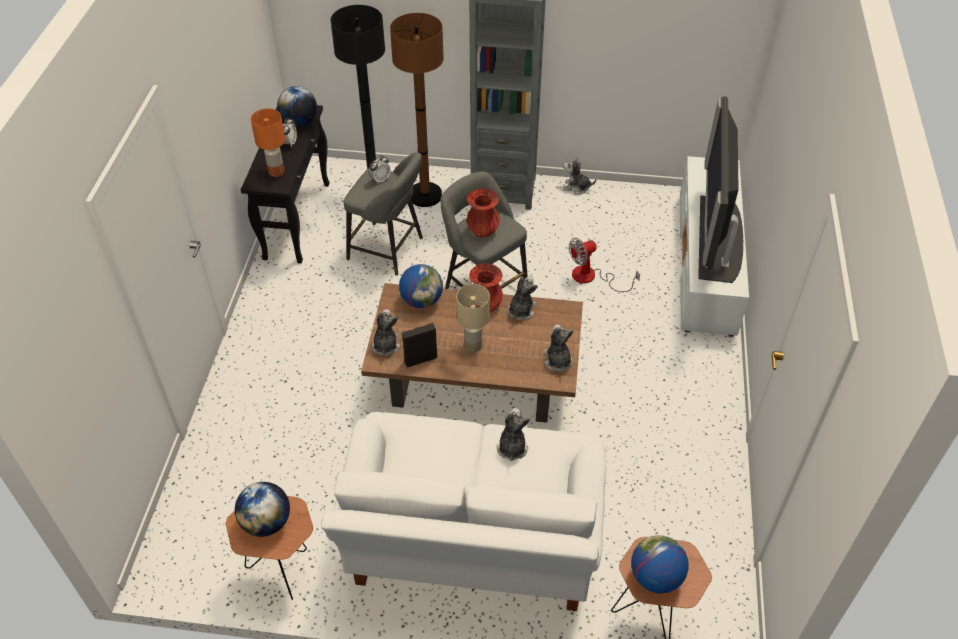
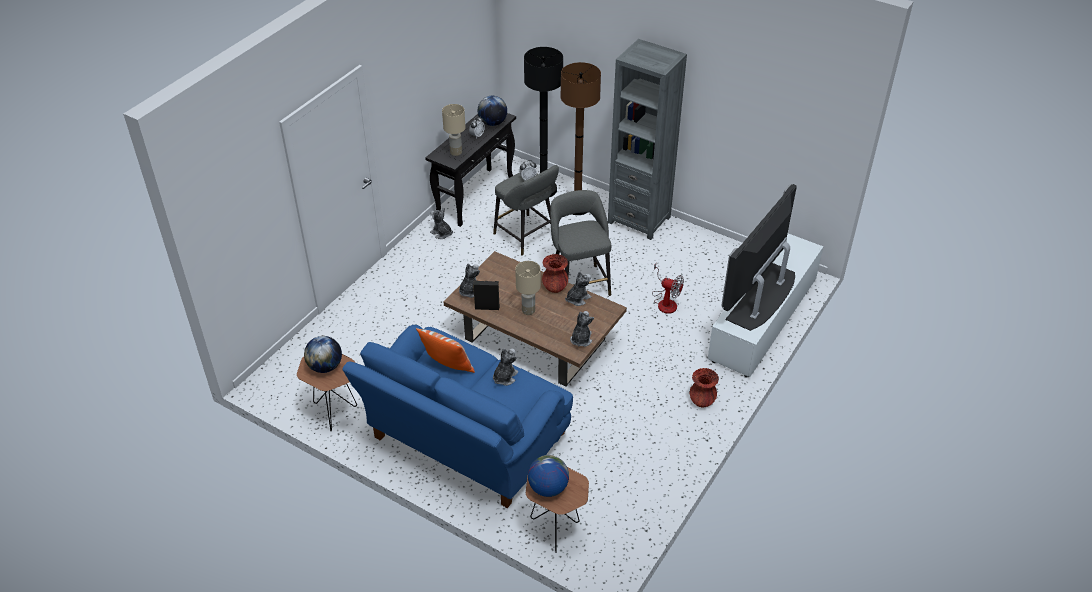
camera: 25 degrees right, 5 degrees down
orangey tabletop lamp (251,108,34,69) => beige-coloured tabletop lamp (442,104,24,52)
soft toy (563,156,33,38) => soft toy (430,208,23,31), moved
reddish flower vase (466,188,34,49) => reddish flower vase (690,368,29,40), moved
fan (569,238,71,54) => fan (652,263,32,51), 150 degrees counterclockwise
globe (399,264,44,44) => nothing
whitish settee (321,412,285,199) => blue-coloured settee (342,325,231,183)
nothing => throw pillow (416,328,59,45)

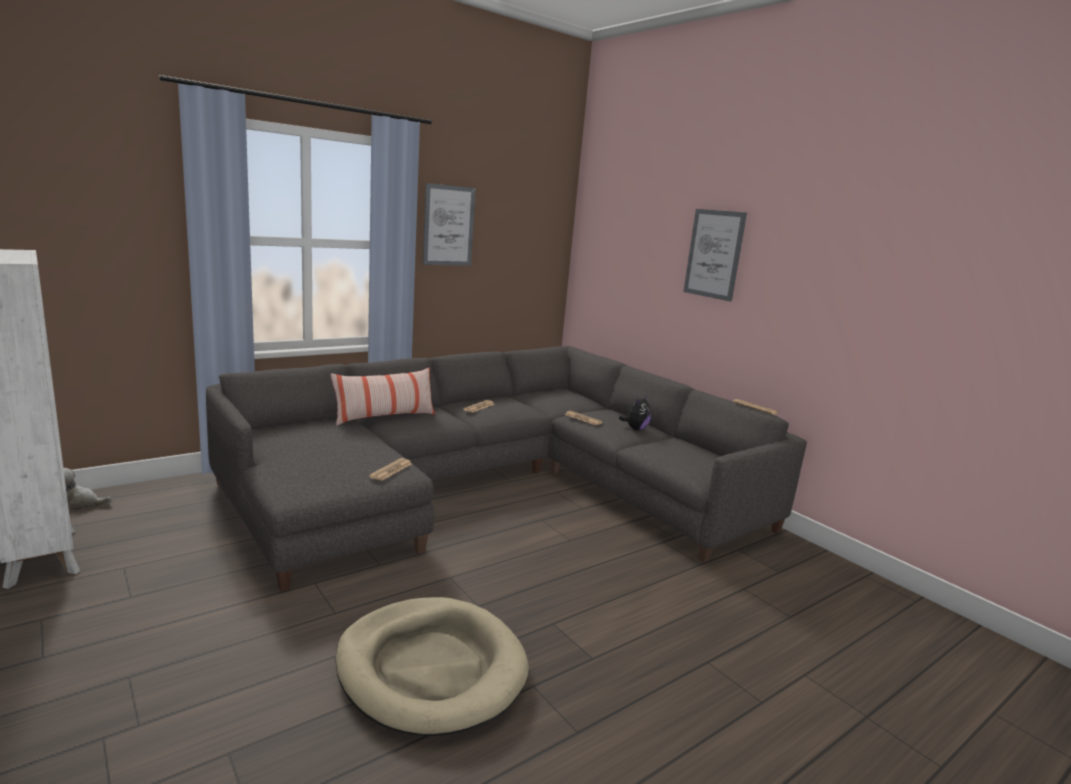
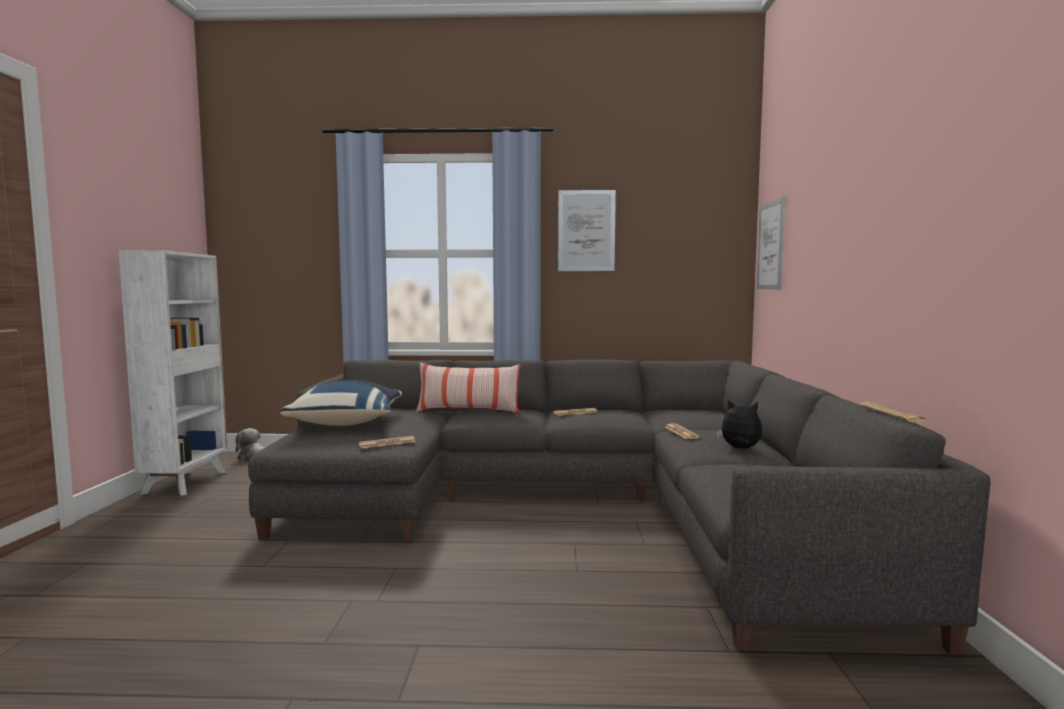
camera: 40 degrees right, 10 degrees down
wall art (683,209,64,93) => wall art (757,197,28,93), moved
soft toy (619,395,32,35) => soft toy (716,399,46,50), 135 degrees counterclockwise
beige-coloured pet bed (335,597,194,140) => nothing
nothing => blue-coloured throw pillow (280,380,122,46)

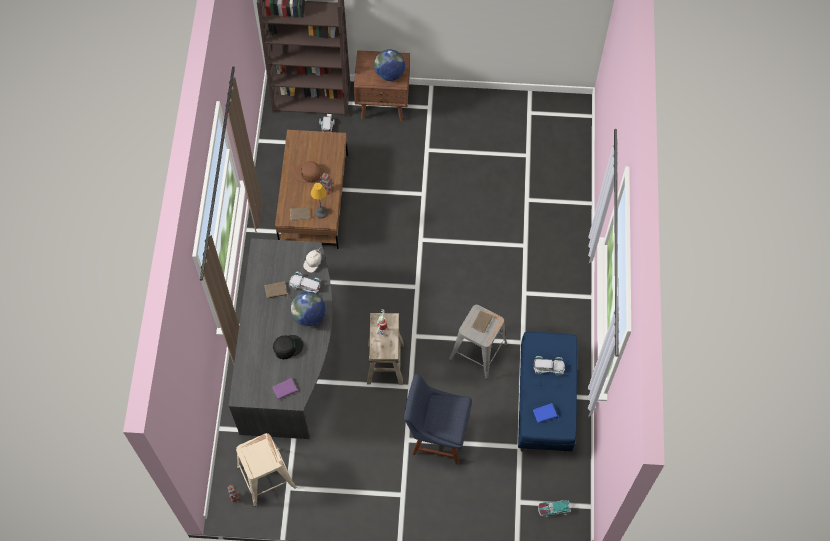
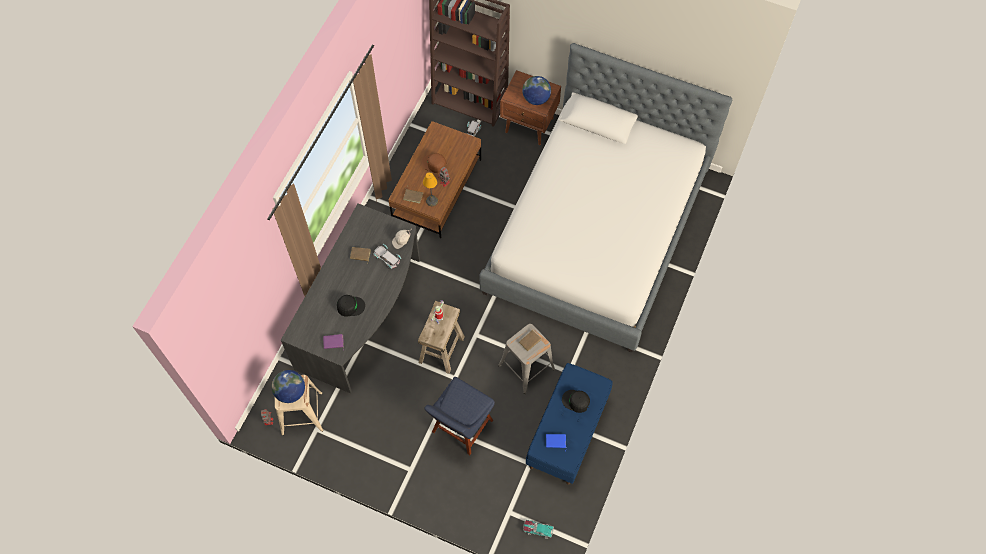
camera: 20 degrees right, 0 degrees up
globe (291,292,35,35) => globe (272,370,33,33), moved
whitish miniature car (533,356,32,20) => blackish peaked cap (562,390,28,23)
blue-coloured chair (404,374,68,91) => blue-coloured chair (424,377,71,78), 90 degrees counterclockwise
nothing => bedroom bed (479,43,253,310)

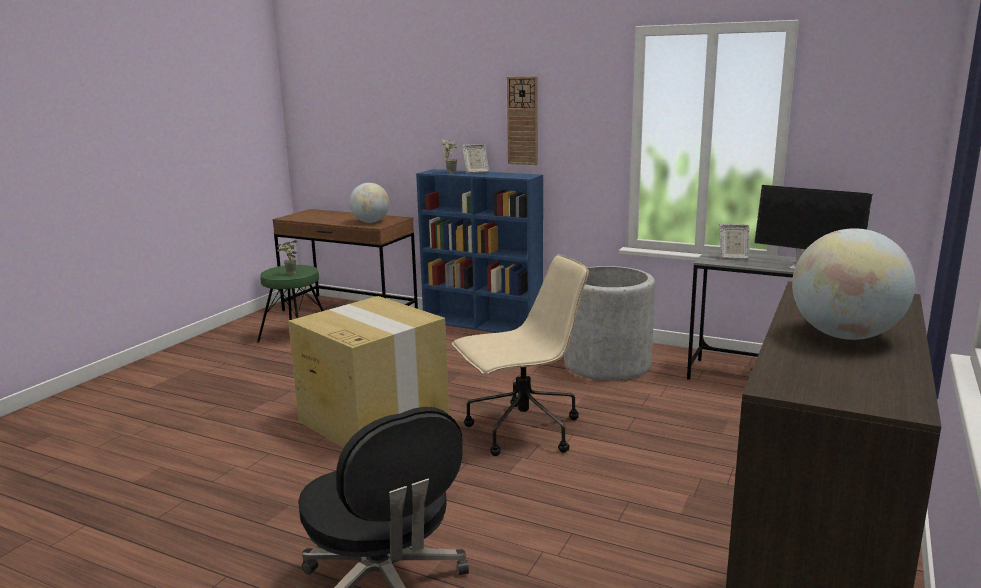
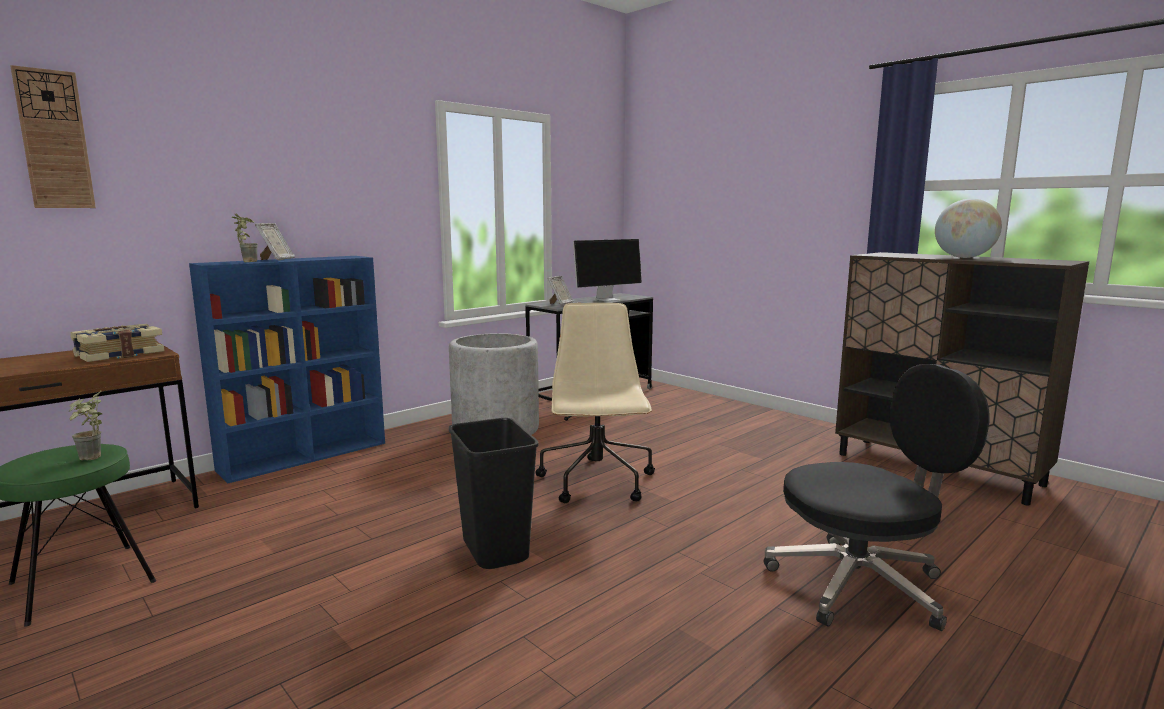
camera: 70 degrees left, 5 degrees down
clock on the wall (507,76,31,89) => clock on the wall (11,65,85,143), moved
globe (349,183,40,40) => bound book (70,324,95,38)
cardboard box (288,296,161,152) => blackish rubbish bin (449,418,90,151)

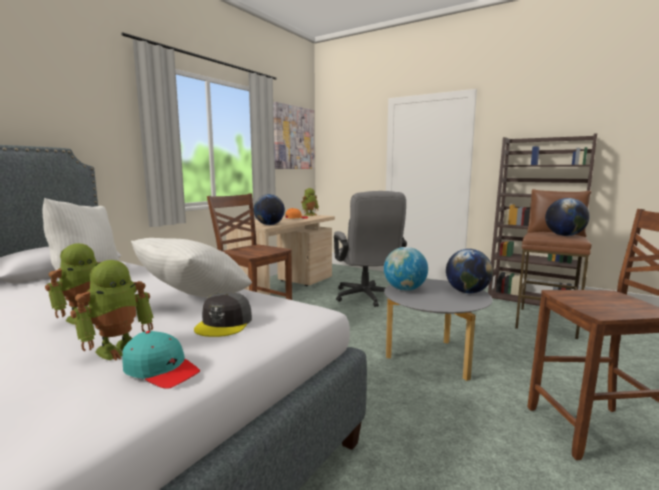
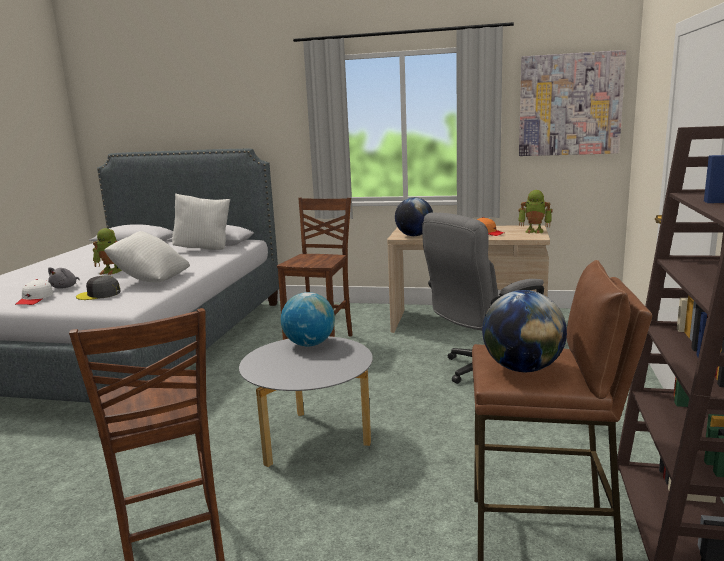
camera: 70 degrees right, 5 degrees up
globe (446,249,47,44) => nothing
robot figure (71,260,82,100) => grey soft toy (48,267,32,22)
blue-green peaked cap (122,331,78,58) => whitish peaked cap (15,279,38,26)

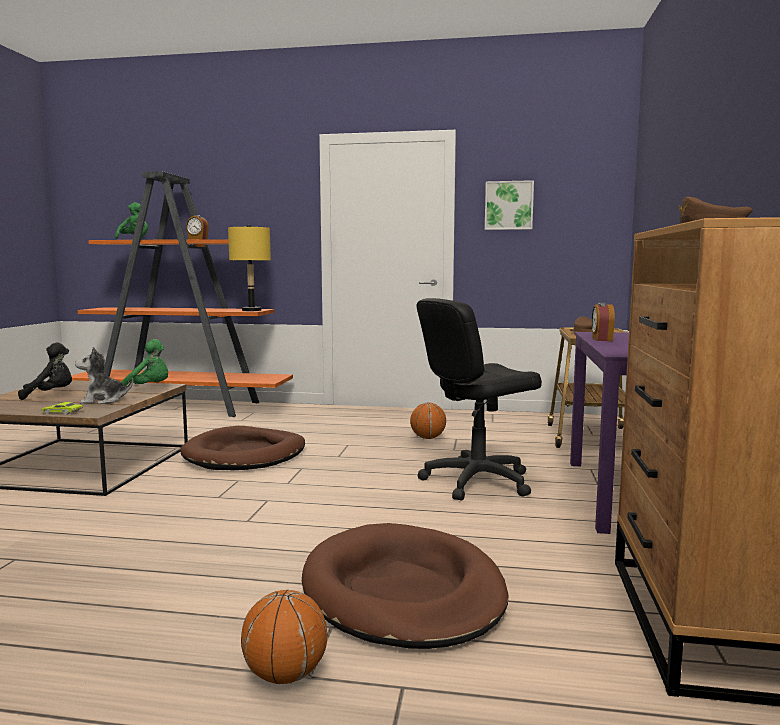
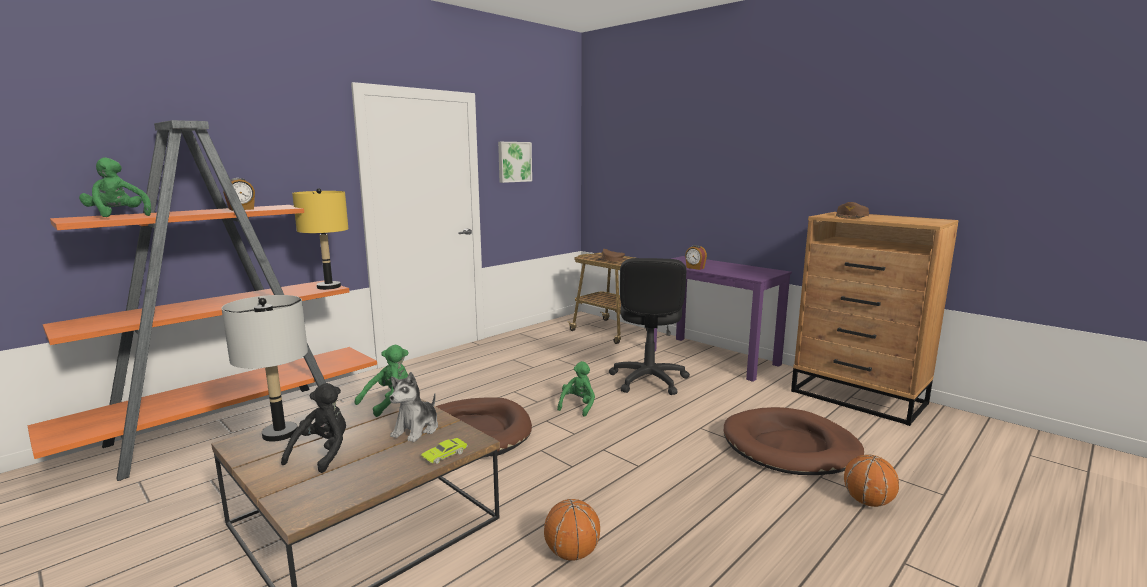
camera: 55 degrees left, 5 degrees up
basketball (410,403,36,36) => basketball (544,499,56,62), moved
nothing => grey tabletop lamp (221,295,87,147)
nothing => greenish soft toy (557,361,38,56)

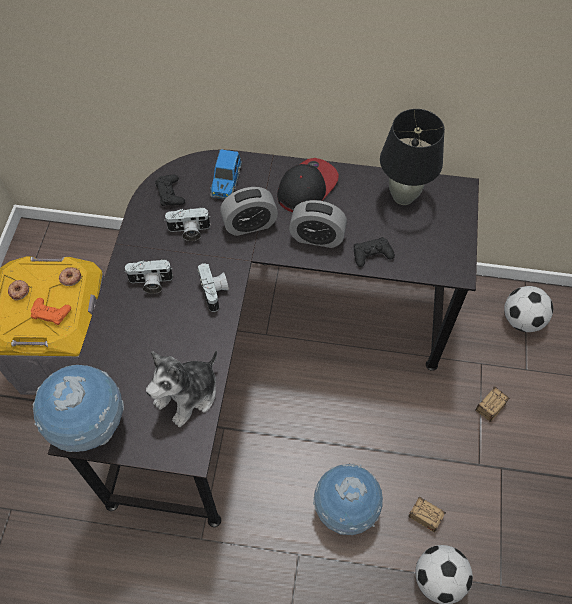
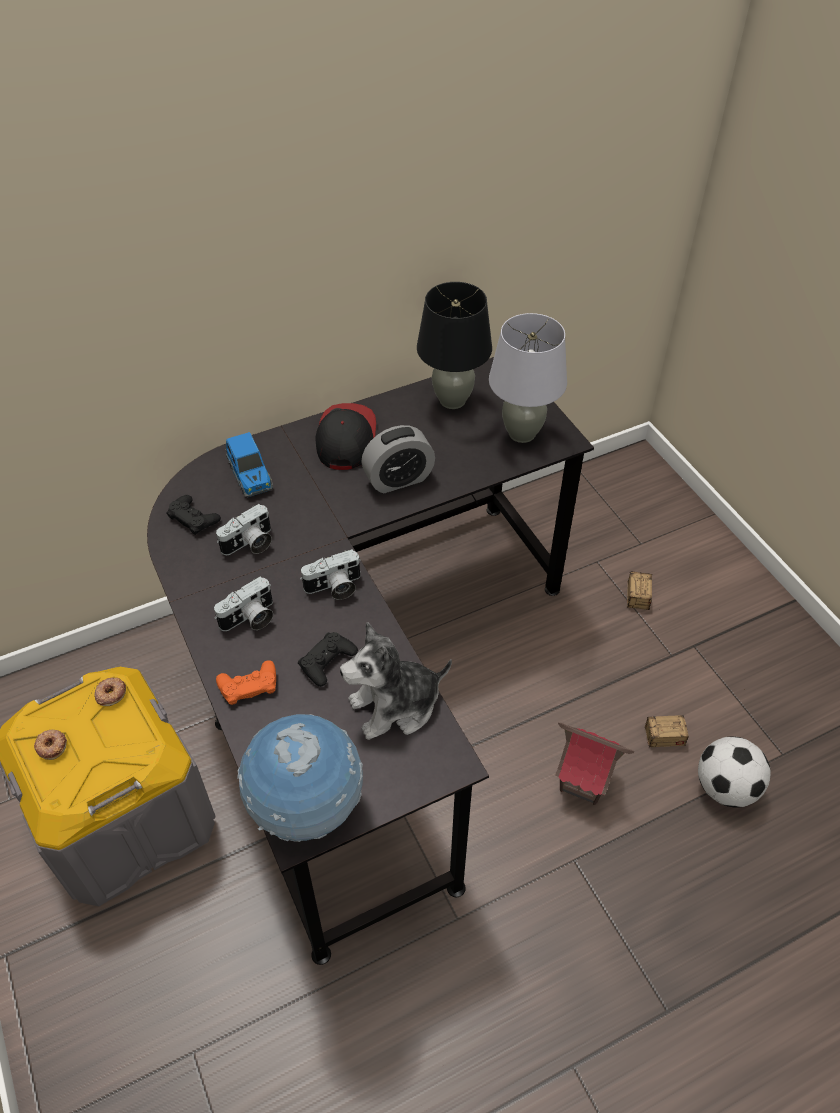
camera: 35 degrees left, 10 degrees down
bedside clock (220,187,58,49) => nothing
blackish game controller (354,237,41,30) => blackish game controller (298,632,60,55), moved
still camera (197,263,32,49) => still camera (300,549,61,51), 120 degrees clockwise
ball for football (504,286,49,46) => nothing
orangey game controller (31,298,40,27) => orangey game controller (216,660,60,45), moved
soft toy (146,350,71,77) => soft toy (340,622,112,118), 60 degrees clockwise
globe (313,464,70,71) => miniature house (555,722,79,83)
nothing => grey tabletop lamp (489,313,78,130)

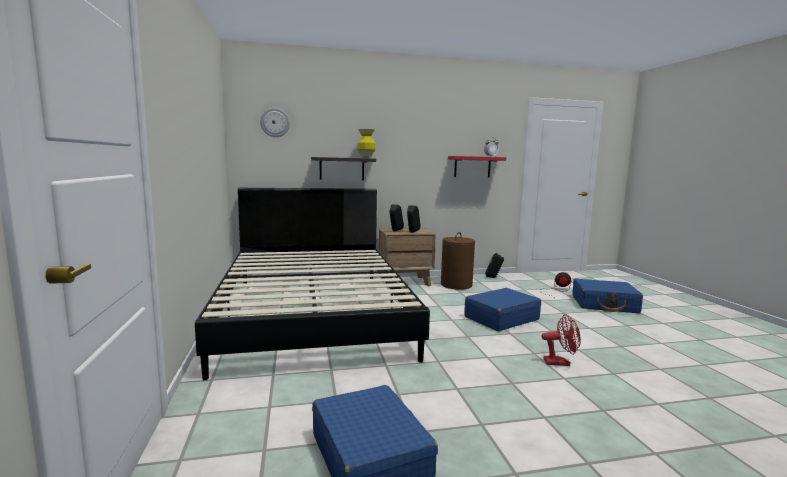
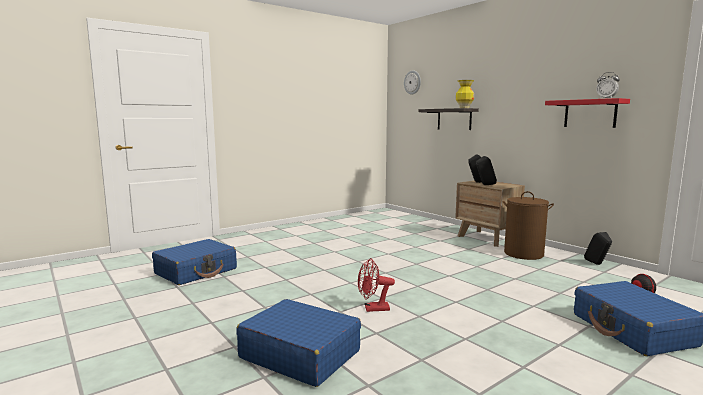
camera: 65 degrees right, 0 degrees up
blackish bedroom bed (195,188,235,192) => nothing
blue-coloured suitcase (464,288,77,43) => blue-coloured suitcase (236,299,125,88), moved
reddish fan (541,314,40,52) => reddish fan (358,258,37,54), 105 degrees clockwise

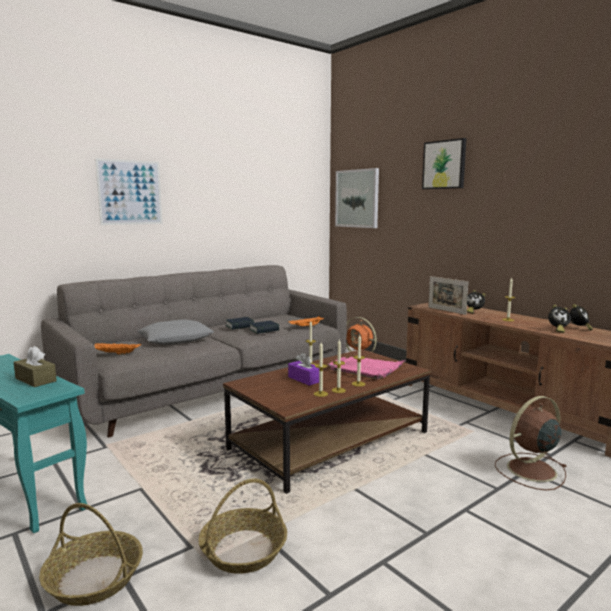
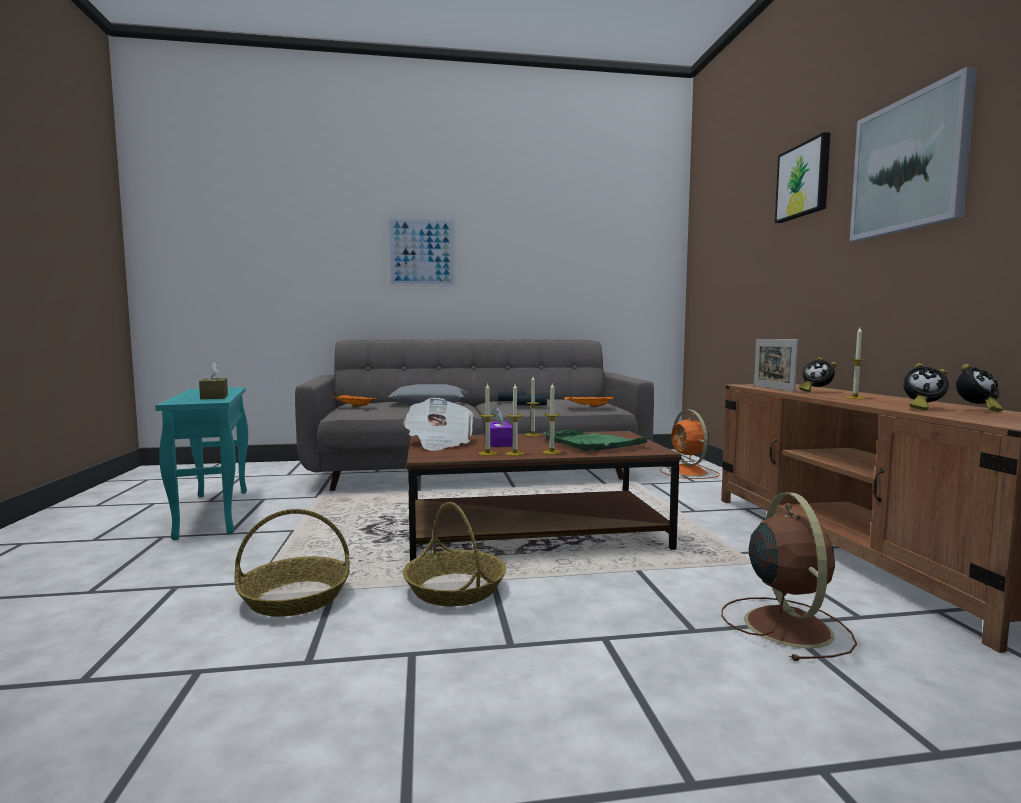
camera: 30 degrees right, 5 degrees down
wall art (335,168,44,60) => wall art (850,67,127,174), moved
pink-coloured serving tray (328,357,77,22) => greenish serving tray (543,430,109,21)
brown fan (495,396,72,94) => brown fan (722,492,135,169), 90 degrees clockwise
storage basket (39,503,104,103) => storage basket (403,502,103,104), moved
nothing => daily paper (403,398,70,53)

